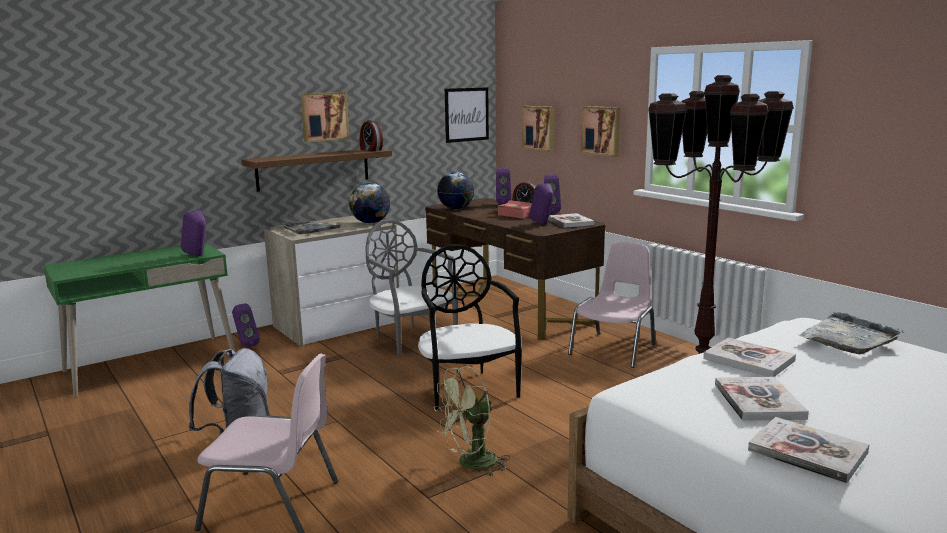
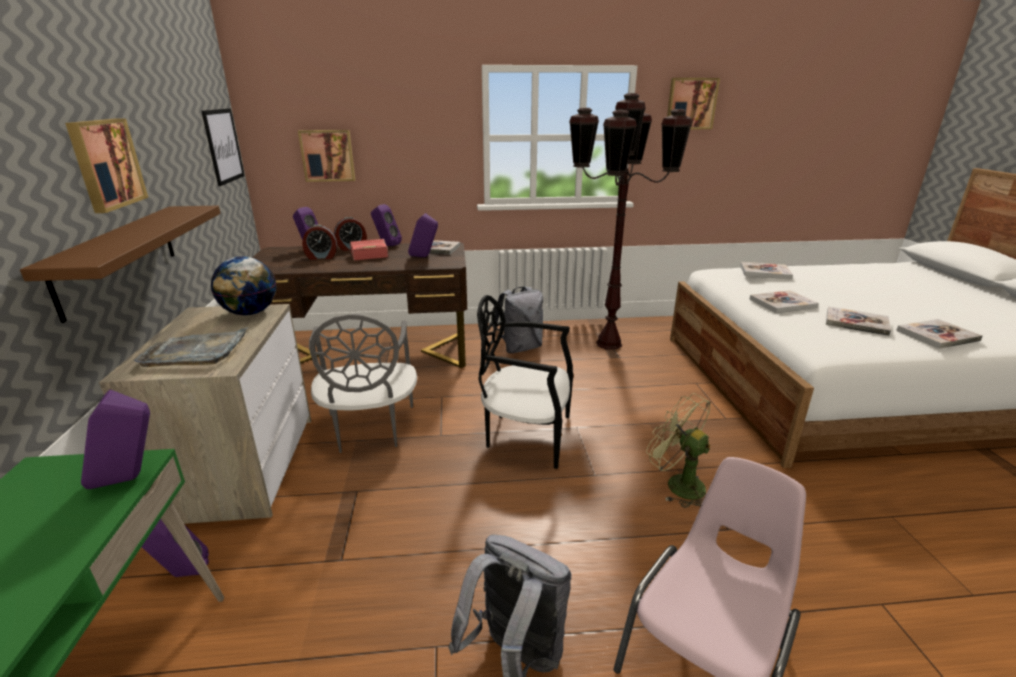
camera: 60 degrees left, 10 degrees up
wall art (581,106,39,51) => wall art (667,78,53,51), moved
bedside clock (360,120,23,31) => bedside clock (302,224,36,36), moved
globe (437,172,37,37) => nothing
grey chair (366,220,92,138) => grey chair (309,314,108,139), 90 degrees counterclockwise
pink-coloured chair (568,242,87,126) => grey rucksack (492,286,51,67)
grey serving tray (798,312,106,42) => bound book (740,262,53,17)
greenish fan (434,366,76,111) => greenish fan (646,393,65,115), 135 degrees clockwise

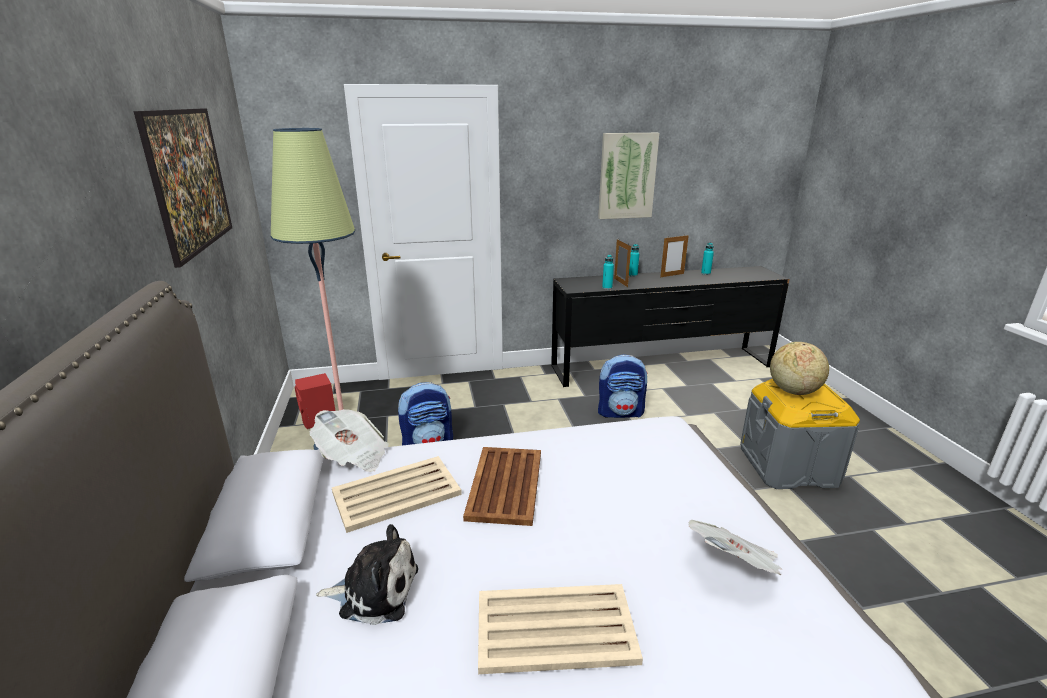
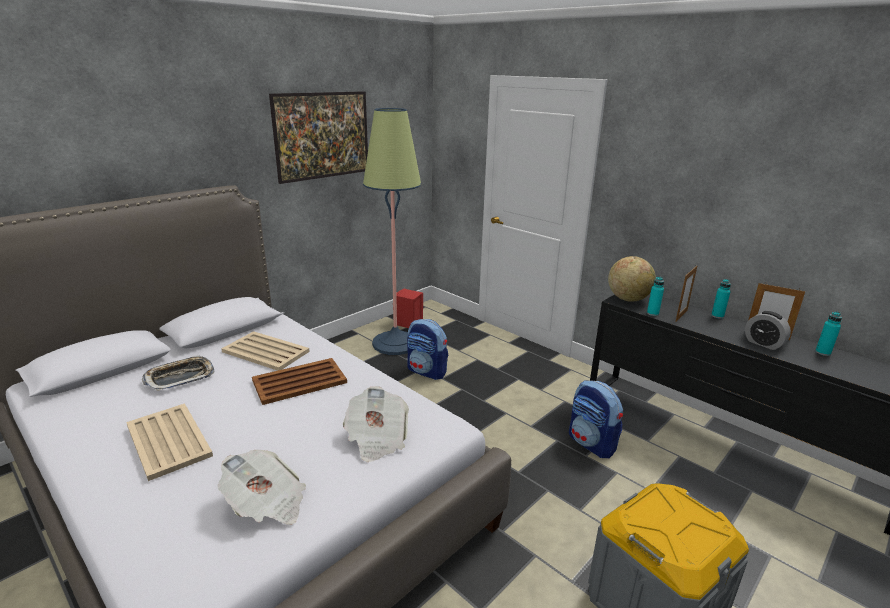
camera: 55 degrees right, 0 degrees up
wall art (598,133,61,86) => nothing
globe (770,342,59,53) => globe (608,256,48,46), moved
daily paper (309,409,80,63) => daily paper (343,386,66,76), moved
soft toy (316,524,102,101) => serving tray (142,355,73,36)
nothing => bedside clock (745,311,46,39)

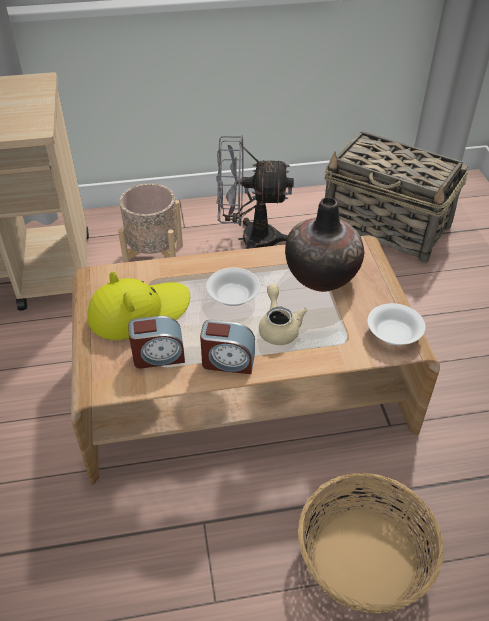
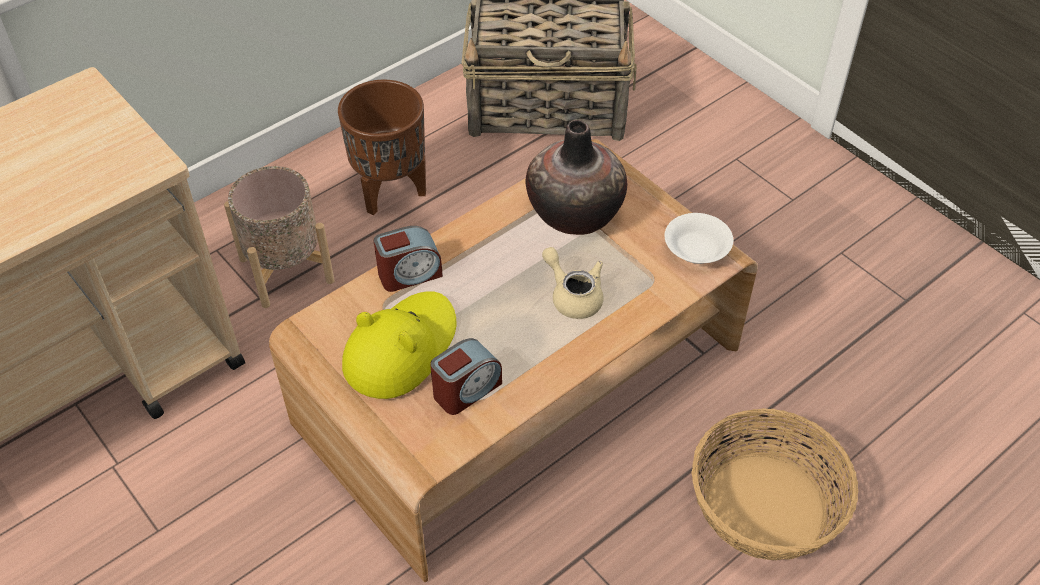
camera: 30 degrees left, 5 degrees up
grey fan (216,135,78,114) => brown plant pot (338,79,88,136)
whitish bowl (206,268,54,38) => nothing
bedside clock (200,320,55,54) => bedside clock (374,226,69,66), moved

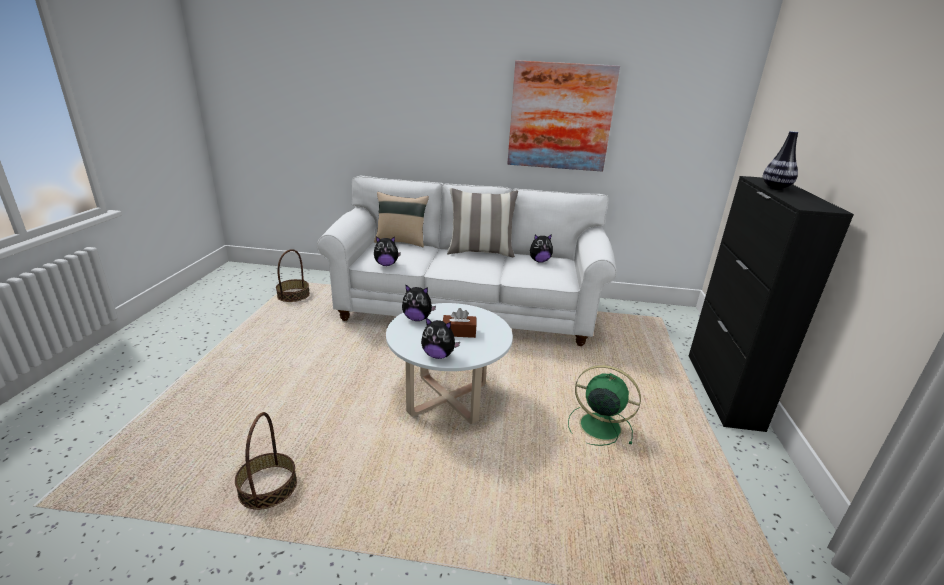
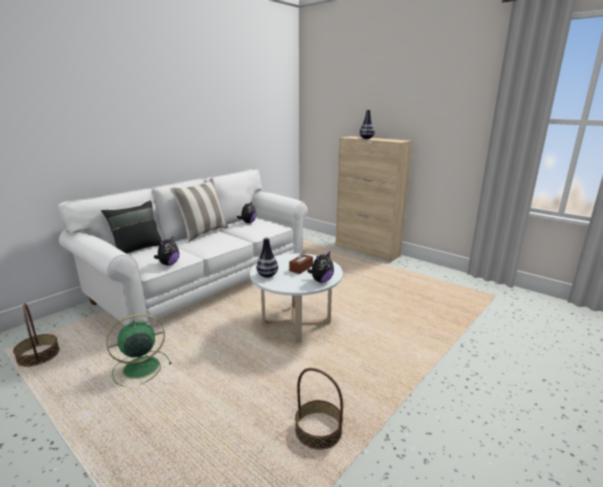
camera: 55 degrees left, 5 degrees down
wall art (507,60,113,112) => nothing
blackish cupboard (689,176,165,256) => beige-coloured cupboard (335,136,77,126)
beige-coloured throw pillow (374,192,55,55) => blackish throw pillow (101,200,61,54)
soft toy (402,284,34,37) => flower vase (256,237,22,41)
greenish fan (568,365,73,81) => greenish fan (106,314,66,72), moved

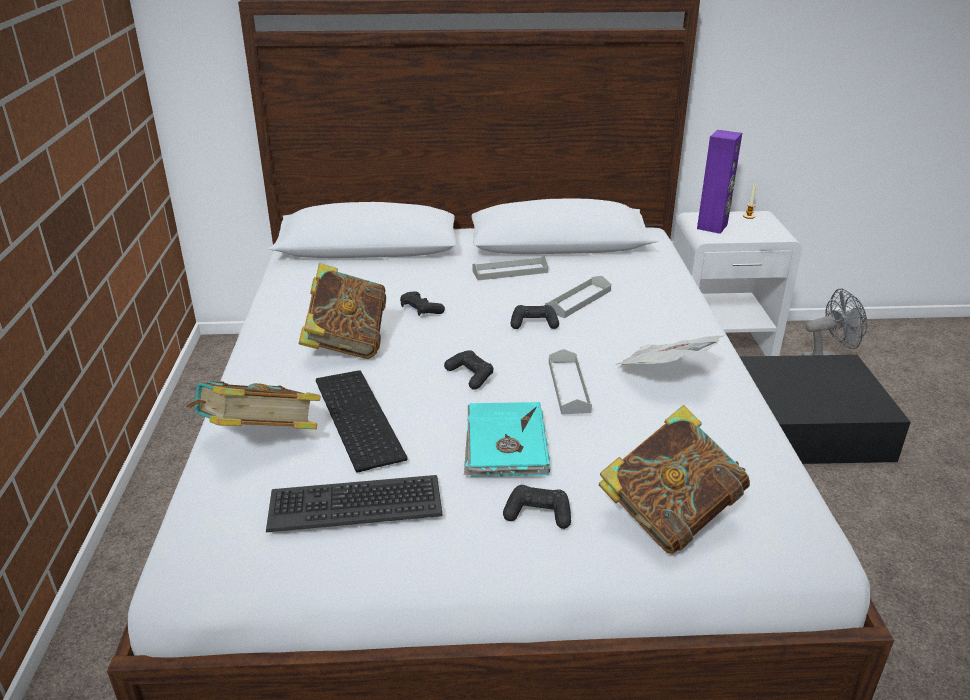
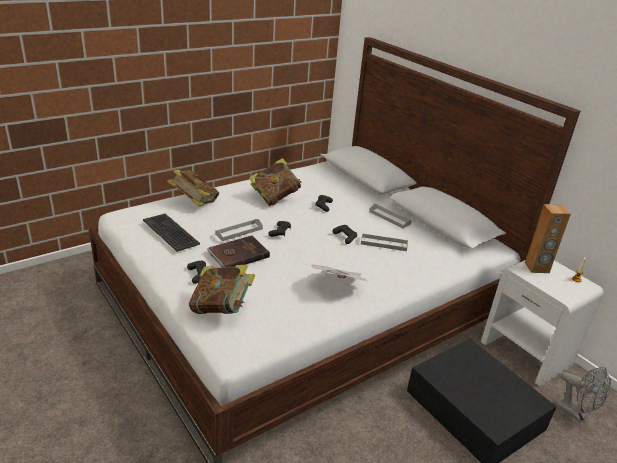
camera: 55 degrees right, 0 degrees up
purple audio speaker (697,130,45,104) => brown audio speaker (525,204,46,69)
grey serving tray (549,349,43,65) => grey serving tray (215,219,48,22), moved
PC keyboard (316,370,91,103) => nothing
blue-green bound book (464,402,86,75) => brown bound book (207,235,63,32)

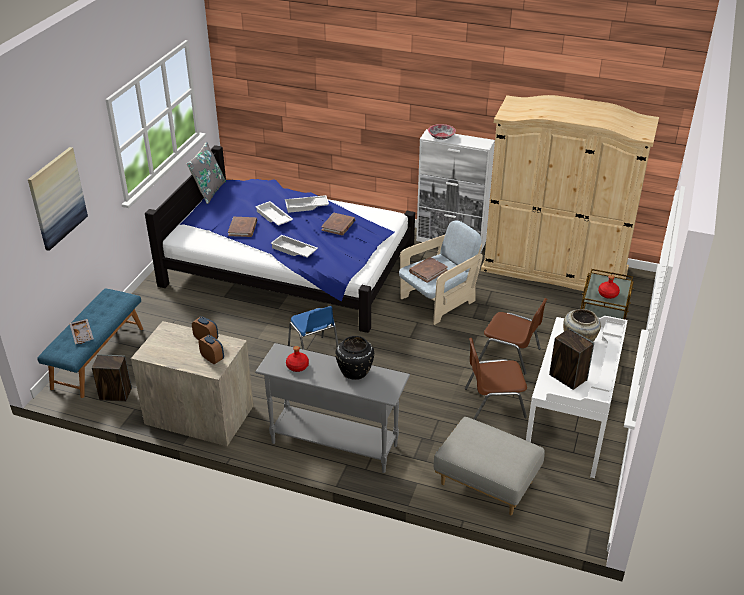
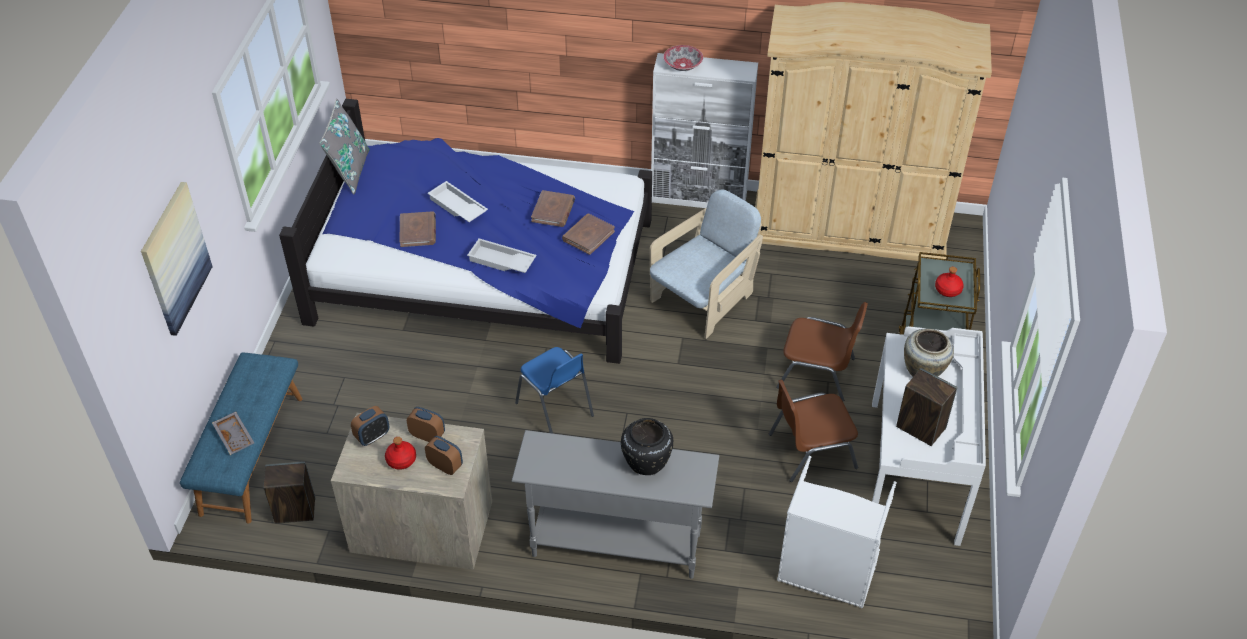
camera: 10 degrees left, 10 degrees up
whitish serving tray (285,195,44,18) => nothing
brown bound book (409,257,39,26) => brown bound book (562,214,53,41), moved
reddish drink bottle (286,346,23,26) => reddish drink bottle (385,437,31,33), moved
grey pouffe (433,417,112,98) => whitish laundry basket (777,456,120,152)
nothing => bedside clock (351,406,38,40)

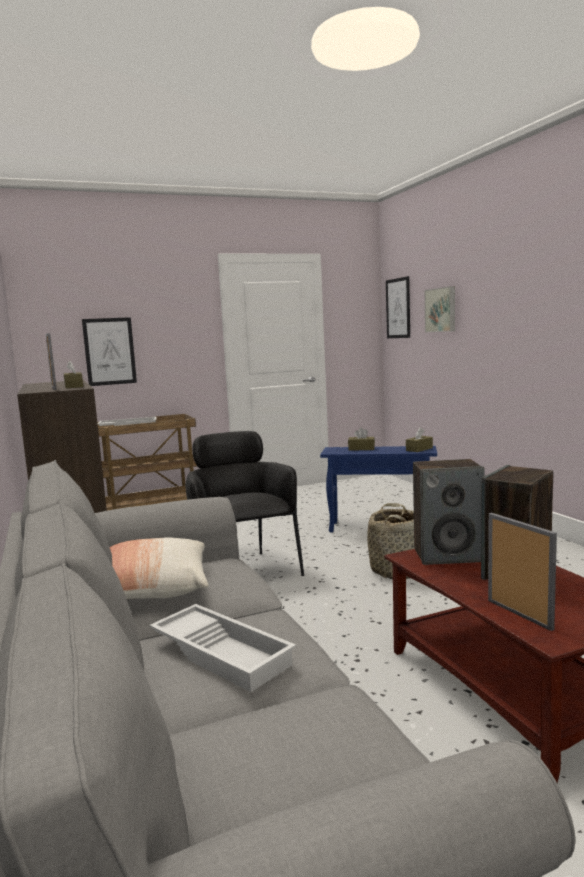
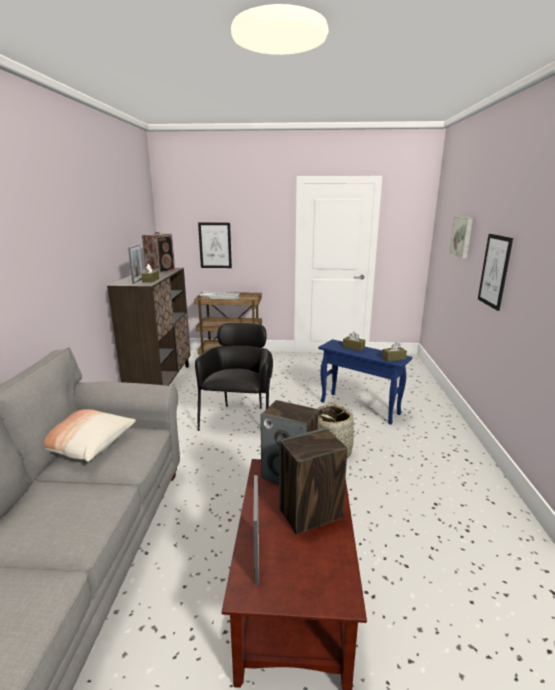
camera: 25 degrees right, 10 degrees up
wall art (386,276,24,62) => wall art (478,234,35,77), moved
whitish serving tray (149,604,147,88) => nothing
nothing => audio speaker (142,232,33,42)

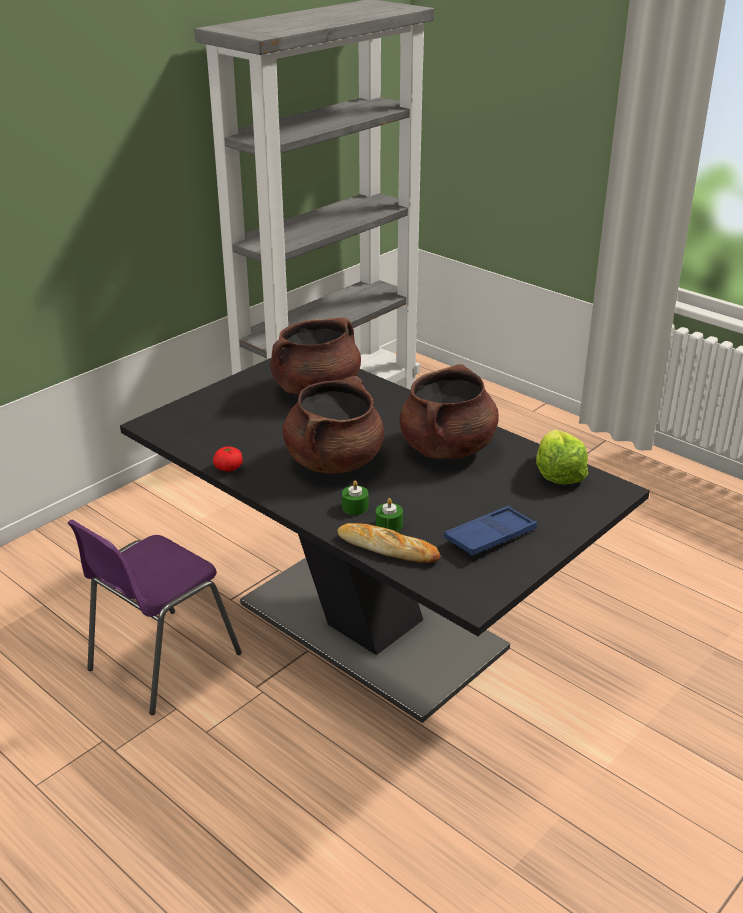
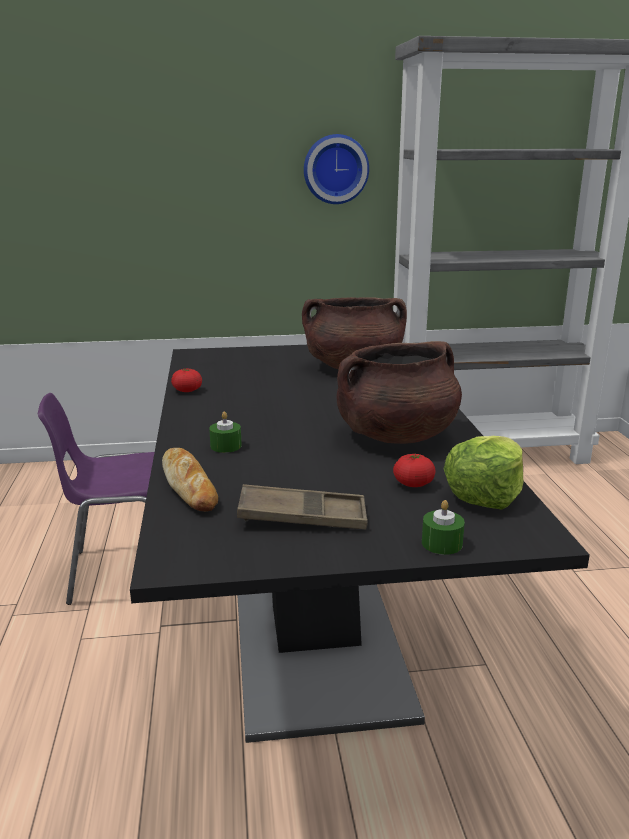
camera: 40 degrees right, 10 degrees down
brown cooking pot (283,376,101,98) => nothing
greenish wax light (376,498,27,34) => greenish wax light (422,500,43,55), moved
blue-coloured serving tray (444,506,93,50) => brown serving tray (237,484,131,45)
nothing => clock on the wall (304,134,65,70)
nothing => tomato (393,454,43,33)

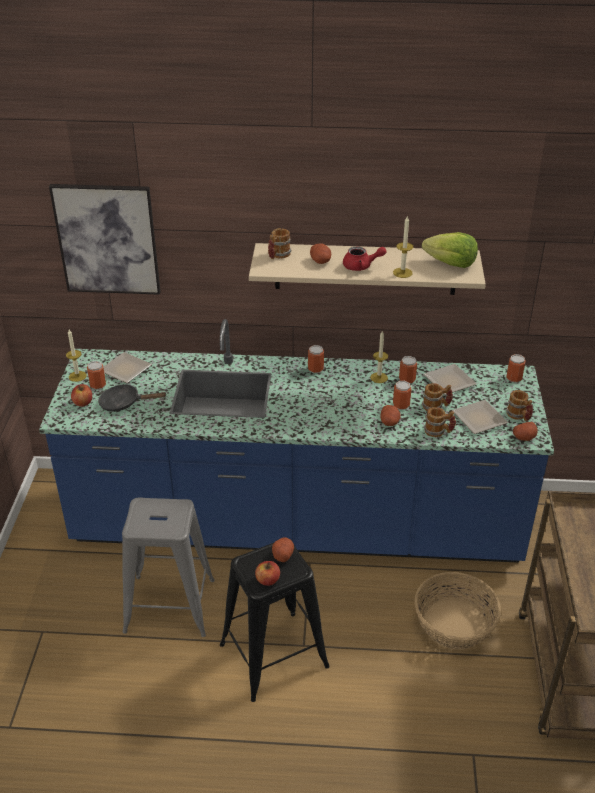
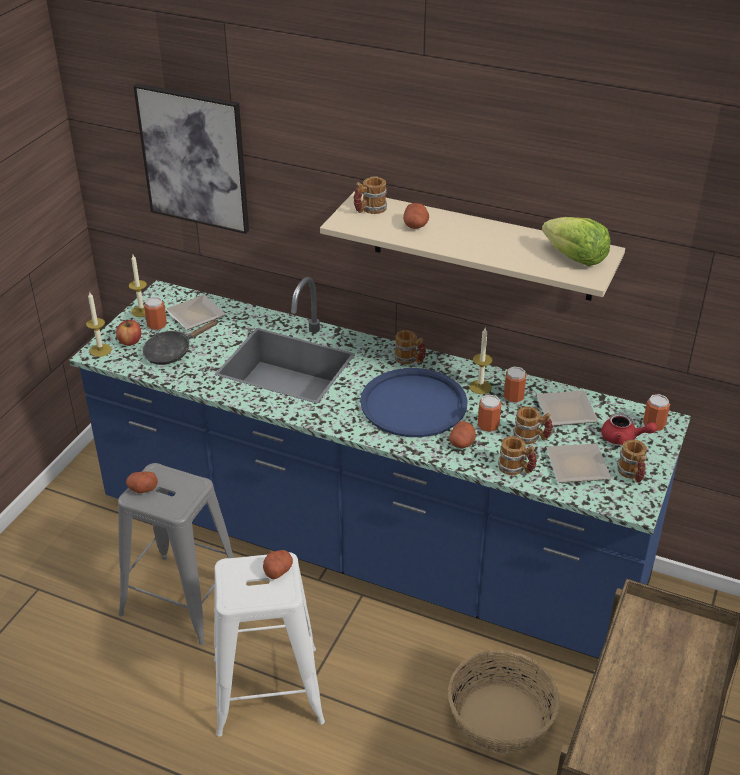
camera: 20 degrees right, 0 degrees up
wax light (393,215,20,63) => wax light (86,292,26,65), moved
reddish pot for tea (343,247,44,24) => reddish pot for tea (601,413,56,32), moved
can (308,345,16,28) => mug (394,330,32,34)
blackish skillet (98,384,69,28) => blackish skillet (142,319,77,46), 60 degrees counterclockwise
whole potato (513,422,25,19) => whole potato (126,472,32,21), moved
blackish stool seat (220,543,110,159) => whitish stool seat (214,552,111,185)
apple (255,561,25,25) => nothing
nothing => blue-coloured serving tray (360,368,108,69)

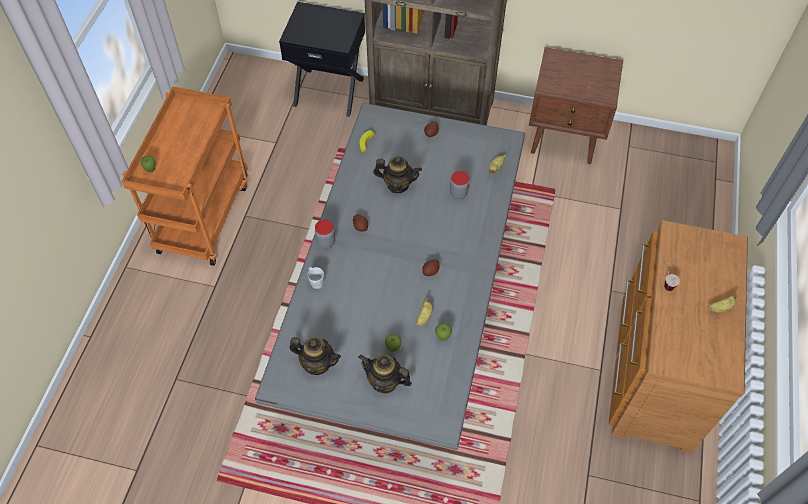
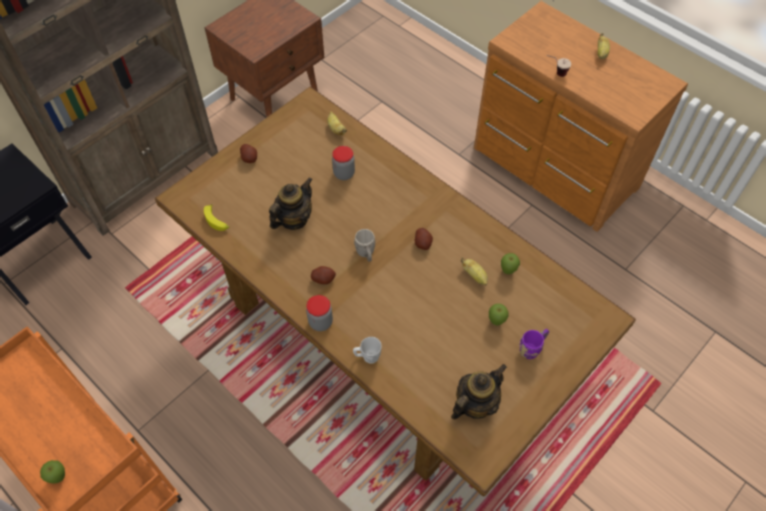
camera: 60 degrees left, 0 degrees up
grey dining table (255,103,270,347) => brown dining table (155,87,481,410)
pot for tea (358,355,54,39) => purple mug (520,329,29,30)
nothing => grey mug (354,229,21,33)

